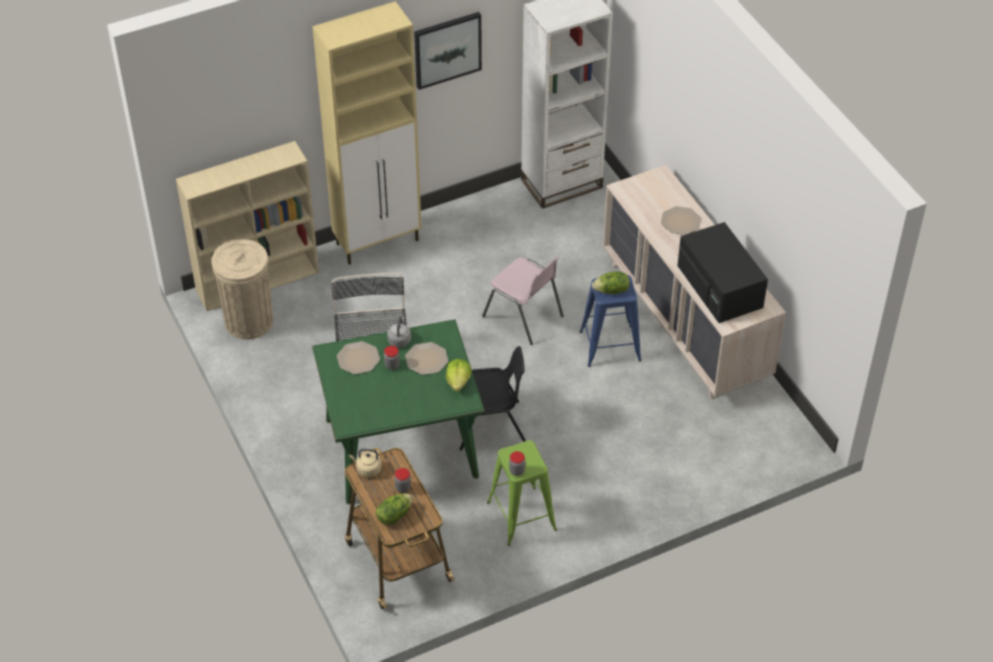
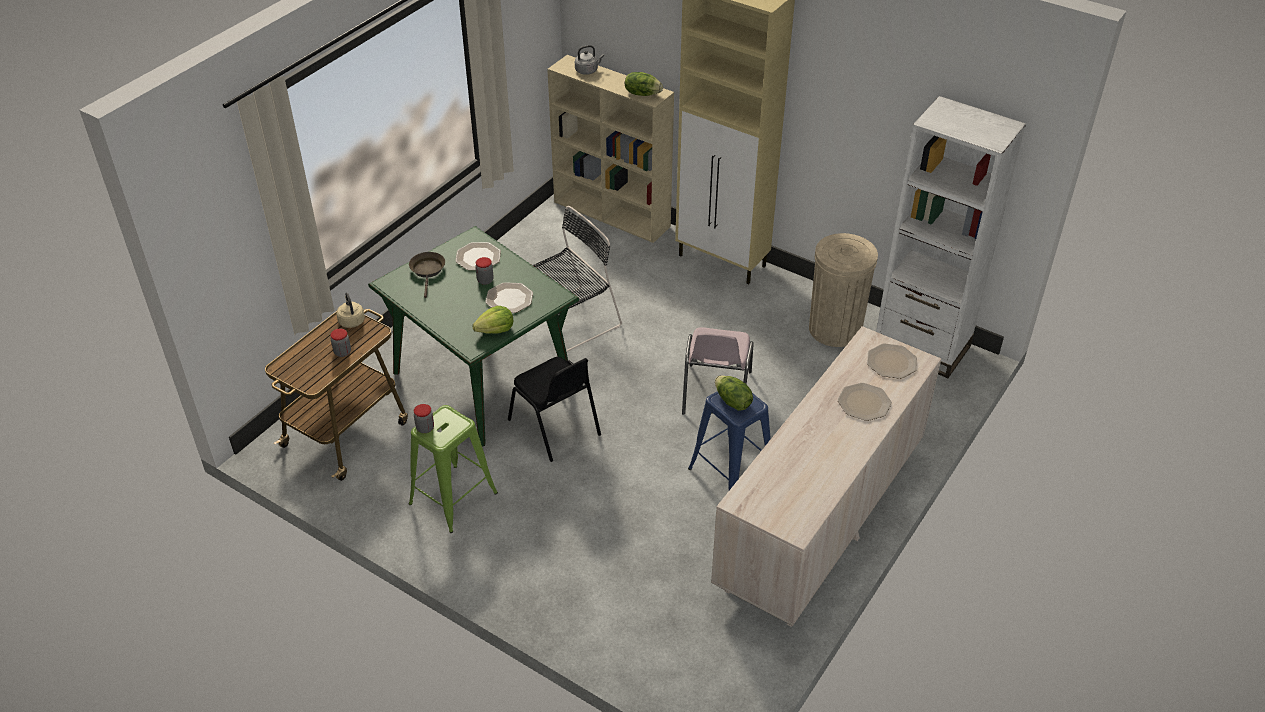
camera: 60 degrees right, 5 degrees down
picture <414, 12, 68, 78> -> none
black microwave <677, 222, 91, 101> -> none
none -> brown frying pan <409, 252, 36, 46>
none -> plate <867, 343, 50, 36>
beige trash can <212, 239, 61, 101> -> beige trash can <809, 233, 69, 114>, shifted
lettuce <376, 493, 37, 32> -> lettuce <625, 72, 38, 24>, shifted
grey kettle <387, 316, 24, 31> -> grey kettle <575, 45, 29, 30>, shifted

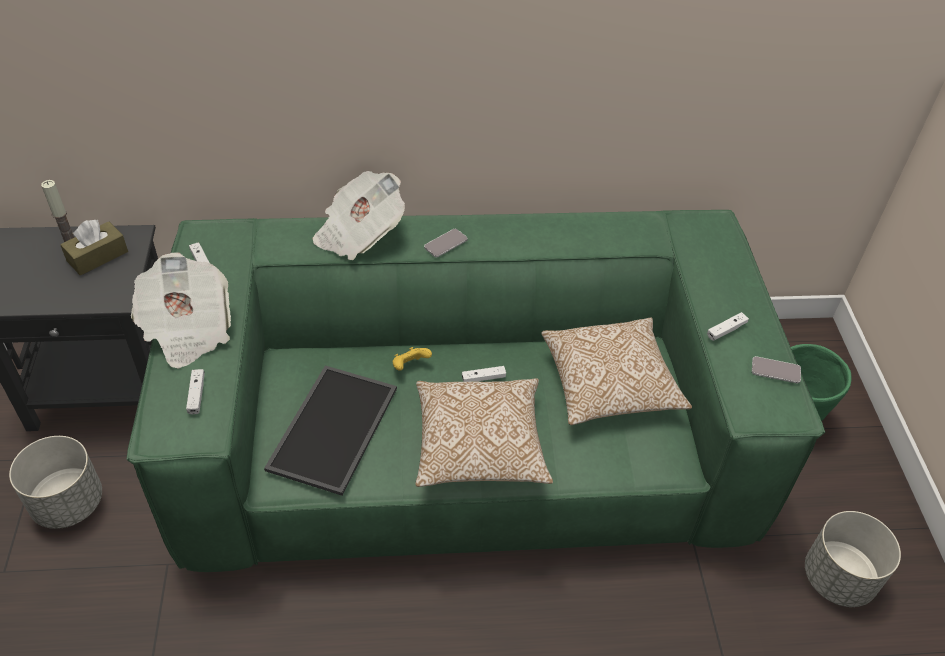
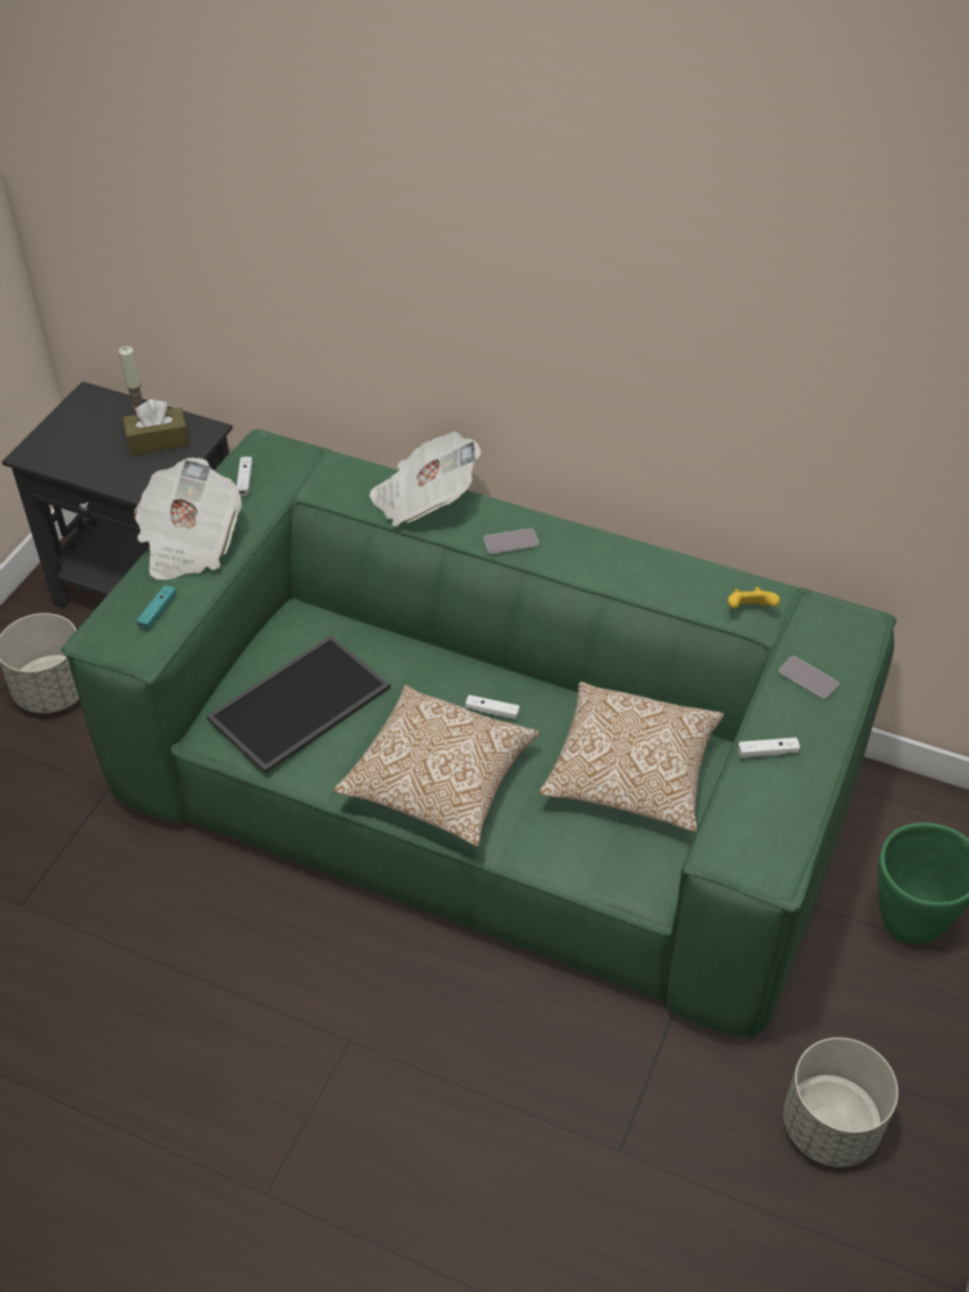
camera: 30 degrees right, 0 degrees up
yellow game controller <393, 347, 39, 24> -> yellow game controller <728, 587, 52, 21>, shifted
phone <752, 356, 49, 28> -> phone <779, 656, 60, 43>, shifted
white game controller <186, 369, 19, 45> -> turquoise game controller <136, 585, 40, 45>

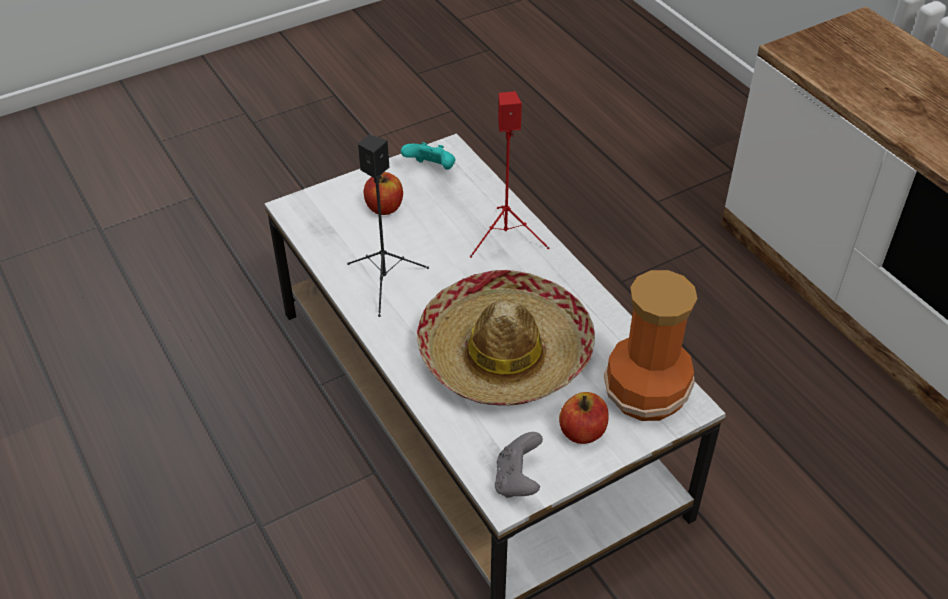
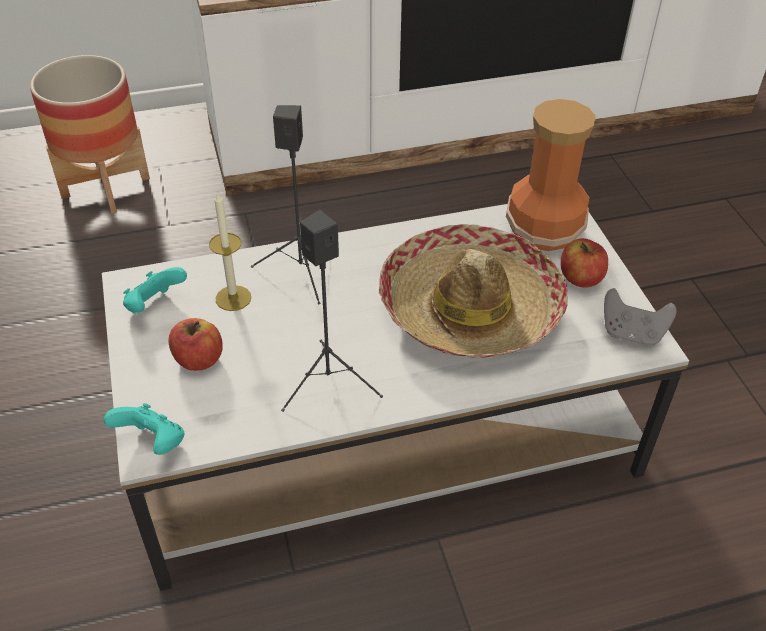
camera: 75 degrees left, 0 degrees up
none -> planter <30, 55, 120, 158>
none -> turquoise game controller <104, 403, 81, 52>
none -> candle <209, 192, 42, 119>
red speaker <470, 91, 79, 167> -> black speaker <251, 105, 70, 199>

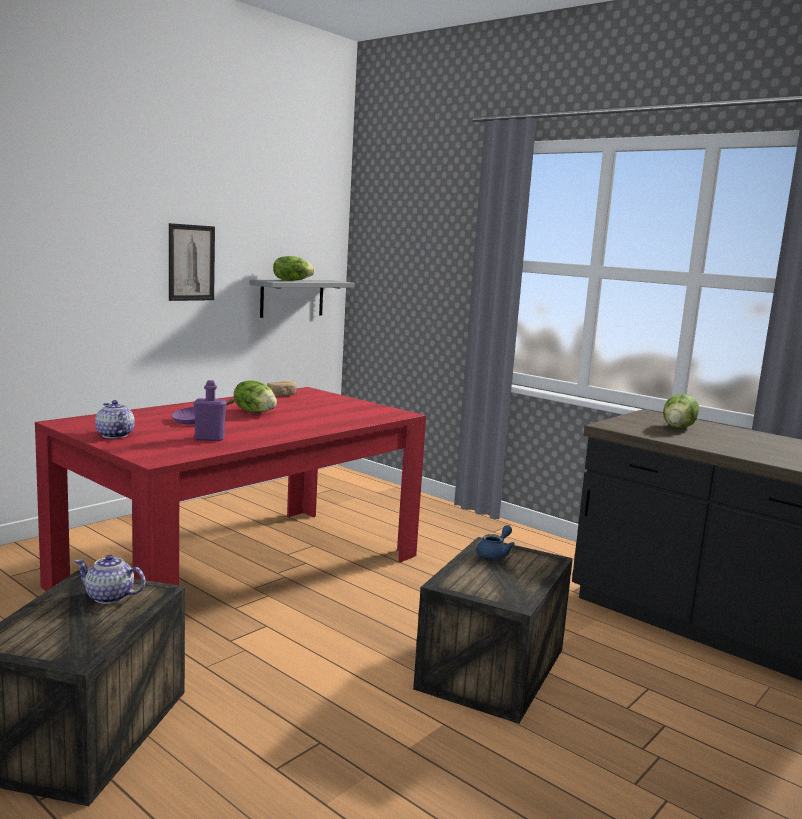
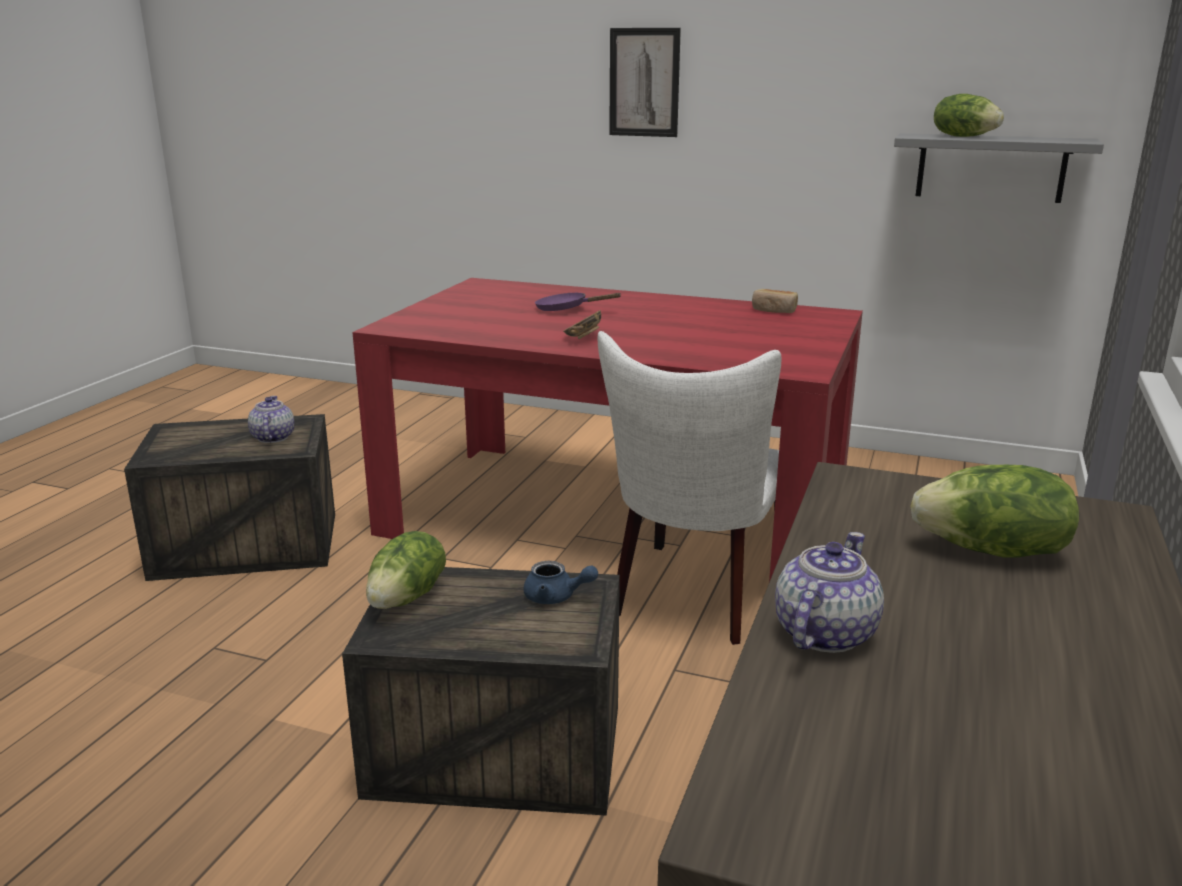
camera: 70 degrees right, 10 degrees up
purple bottle <194, 380, 33, 61> -> none
none -> bowl <563, 310, 38, 29>
none -> white chair <598, 331, 183, 314>
teapot <95, 400, 40, 38> -> teapot <775, 532, 109, 121>, shifted
picture <169, 223, 46, 78> -> picture <609, 28, 72, 109>, shifted
lettuce <234, 380, 43, 33> -> lettuce <366, 531, 80, 78>, shifted

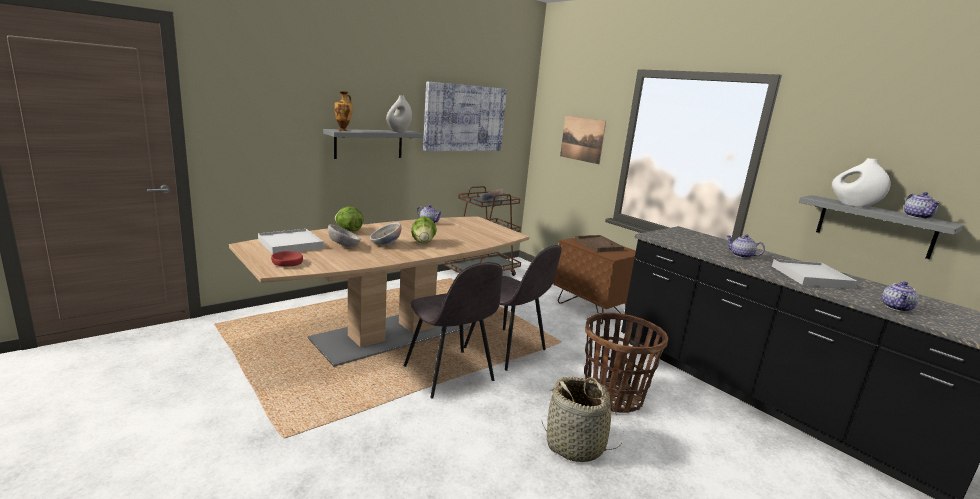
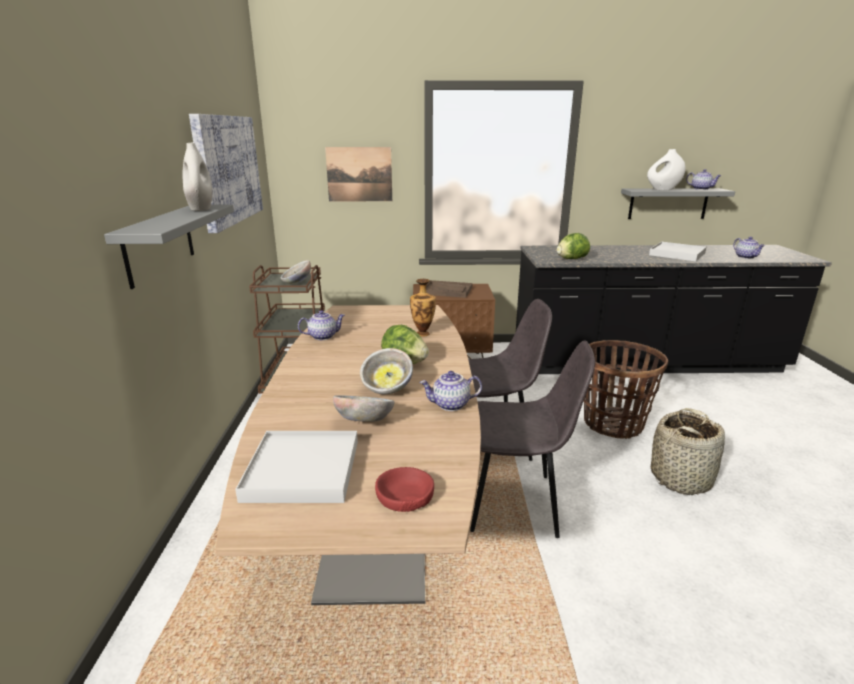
camera: 50 degrees left, 5 degrees up
vase <334, 91, 19, 40> -> vase <410, 279, 26, 58>, shifted
lettuce <335, 206, 28, 26> -> lettuce <557, 233, 33, 26>, shifted
teapot <727, 234, 38, 24> -> teapot <420, 371, 62, 40>, shifted

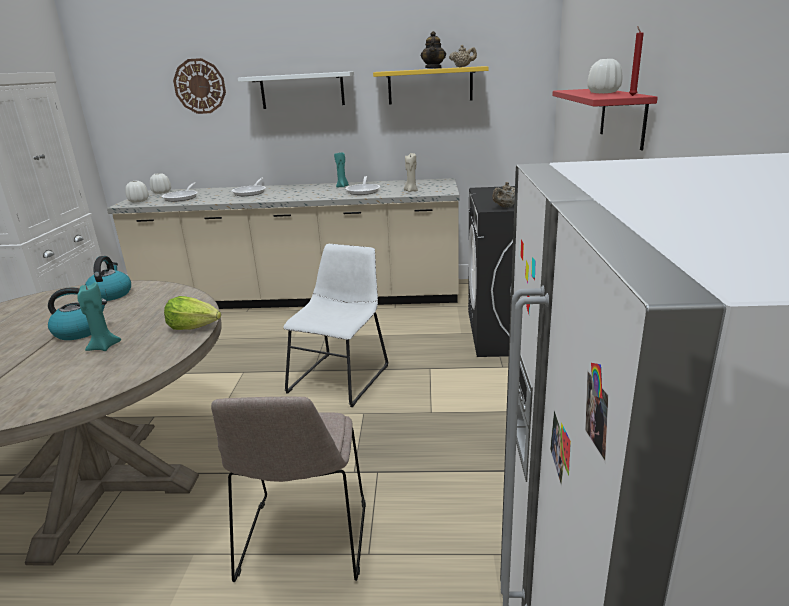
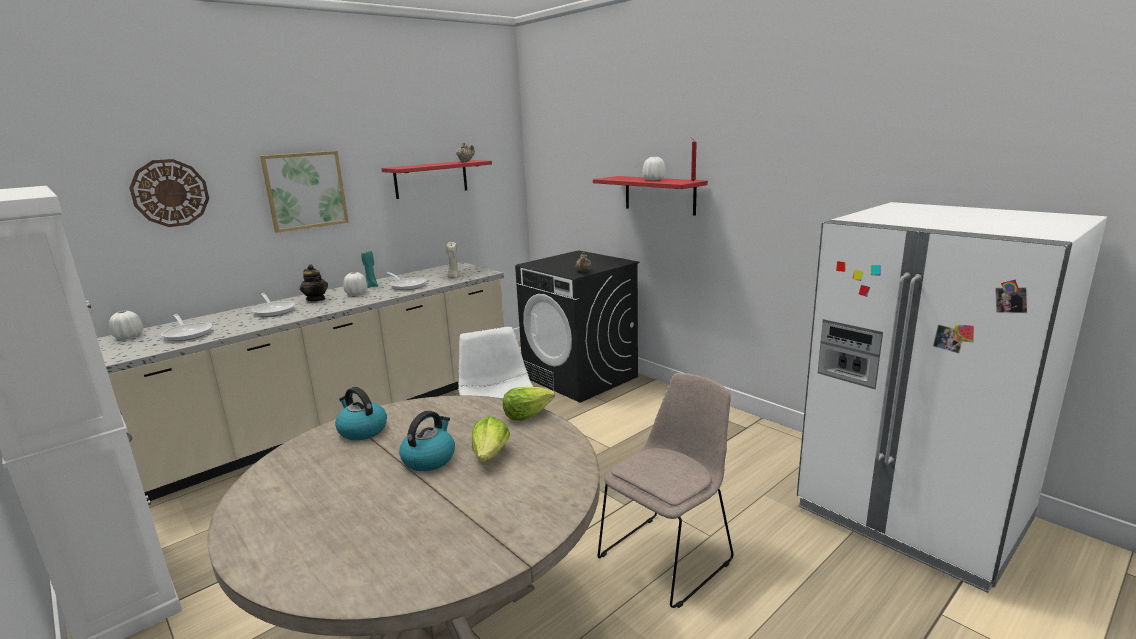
camera: 45 degrees left, 5 degrees down
white vase <125, 181, 24, 22> -> white vase <343, 272, 25, 23>, shifted
teapot <421, 31, 25, 37> -> teapot <300, 265, 28, 36>, shifted
turquoise candle <77, 282, 44, 69> -> lettuce <472, 416, 38, 46>
white shelf <238, 71, 116, 38> -> picture <260, 151, 89, 82>
yellow shelf <373, 66, 116, 39> -> red shelf <381, 160, 111, 39>
beige chair <211, 397, 155, 185> -> beige chair <598, 373, 136, 235>, 90 degrees counterclockwise

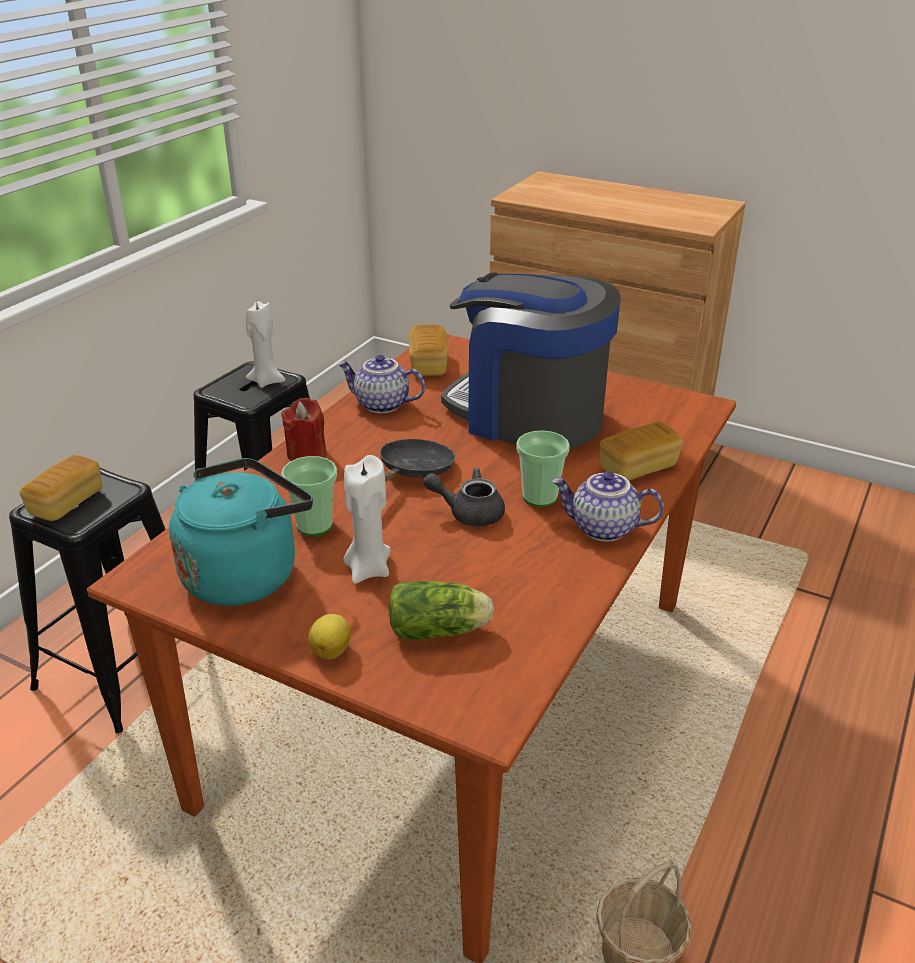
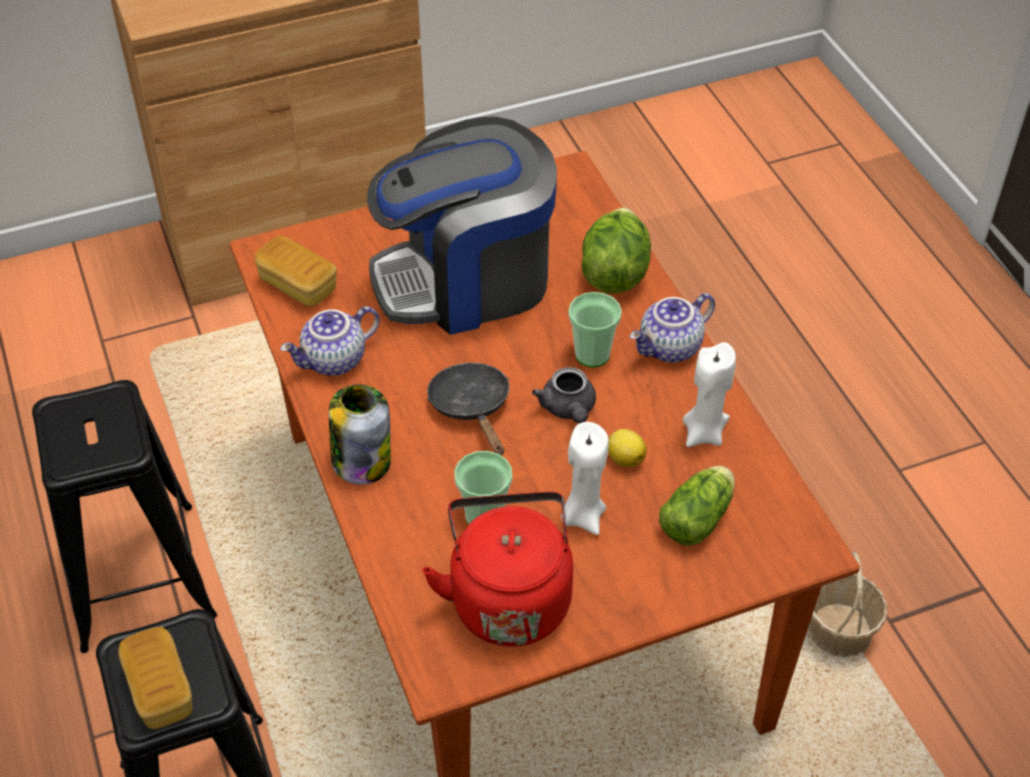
camera: 50 degrees left, 15 degrees up
white candle <245, 301, 41, 87> -> white candle <683, 342, 53, 105>, shifted
lemon <308, 614, 43, 45> -> lemon <608, 429, 39, 38>, shifted
red candle <281, 398, 45, 63> -> jar <329, 384, 62, 101>
bread <600, 422, 83, 59> -> lettuce <581, 207, 70, 87>
turquoise kettle <169, 458, 144, 148> -> red kettle <422, 492, 151, 155>
grey teapot <423, 467, 82, 59> -> grey teapot <532, 367, 64, 56>, 60 degrees counterclockwise

